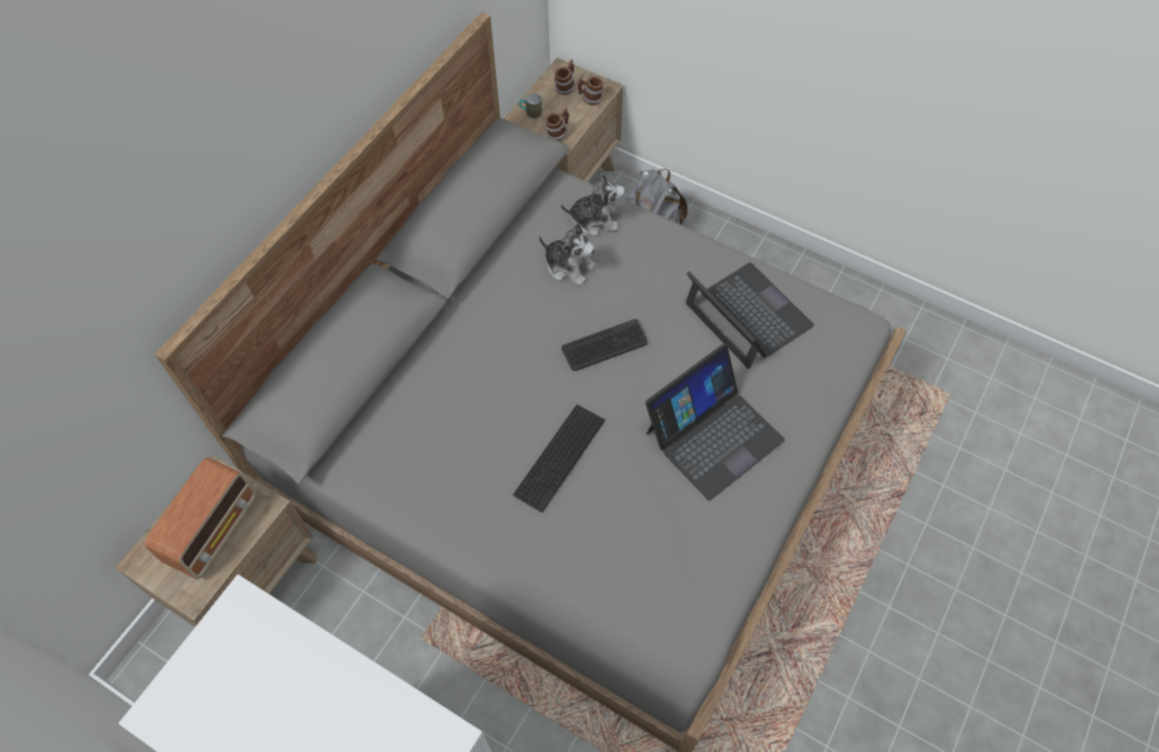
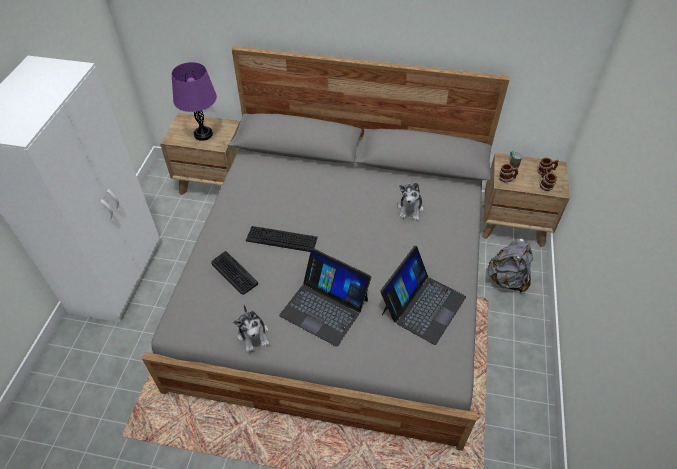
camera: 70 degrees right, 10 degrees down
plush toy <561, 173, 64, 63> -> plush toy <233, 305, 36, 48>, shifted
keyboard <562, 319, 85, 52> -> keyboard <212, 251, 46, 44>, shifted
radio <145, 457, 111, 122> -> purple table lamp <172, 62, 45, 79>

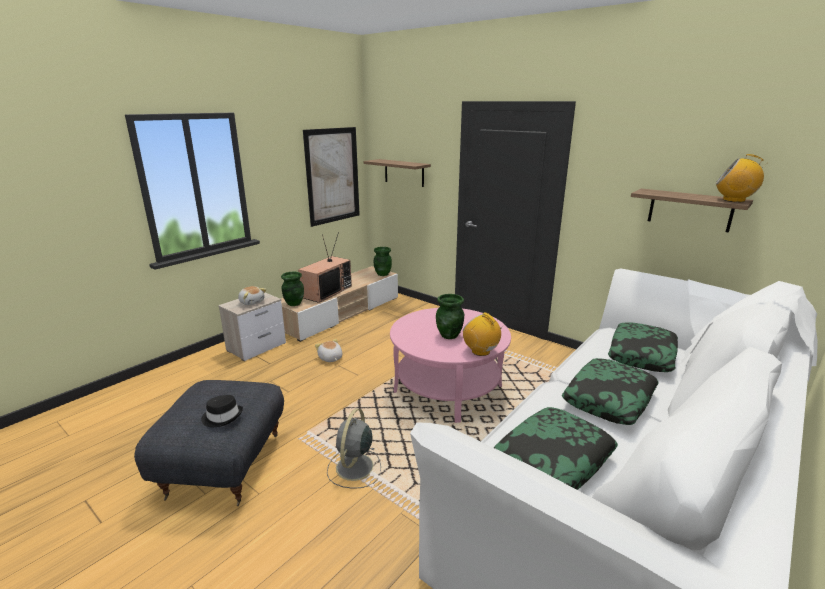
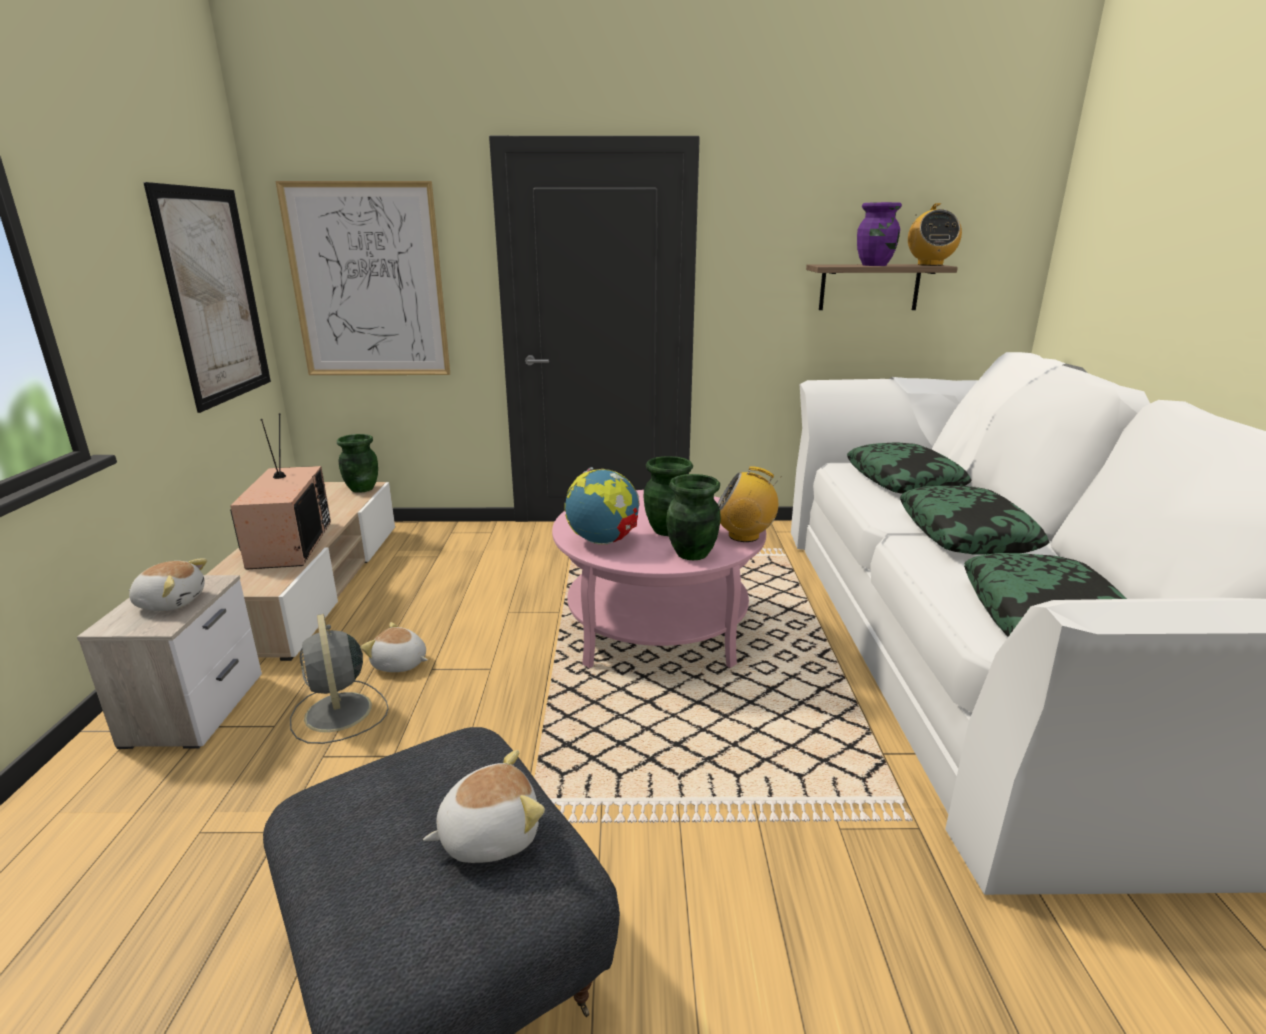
camera: 40 degrees left, 0 degrees up
none -> globe <564, 467, 75, 77>
none -> purple vase <857, 202, 45, 64>
green vase <281, 272, 23, 34> -> green vase <666, 474, 55, 86>, shifted
grey fan <327, 409, 54, 80> -> grey fan <290, 614, 99, 130>, shifted
black hat <201, 395, 42, 32> -> plush toy <423, 750, 122, 113>
shelf <364, 159, 67, 28> -> picture <275, 181, 175, 194>
radio <716, 154, 50, 48> -> radio <908, 203, 54, 63>, 75 degrees counterclockwise

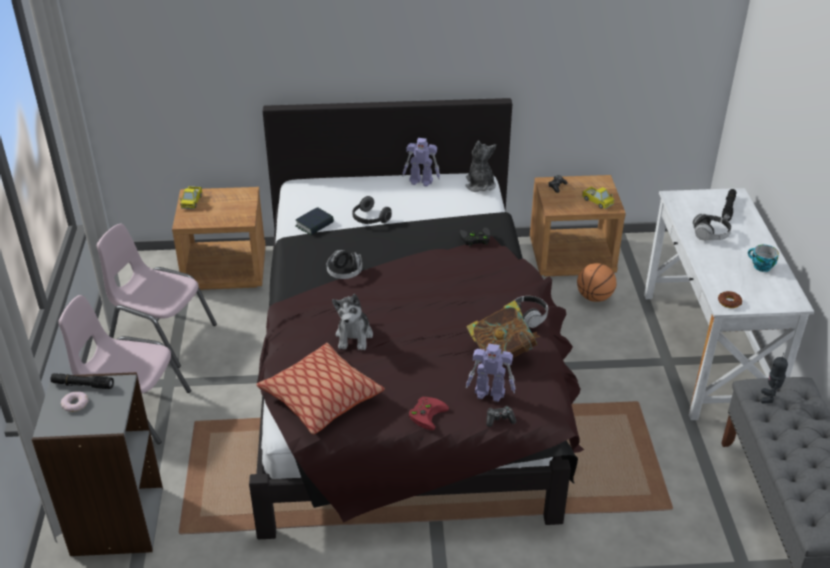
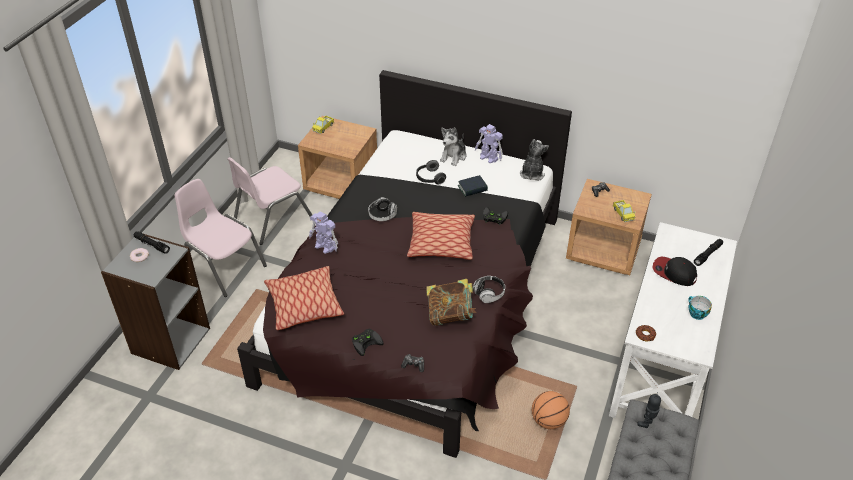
camera: 25 degrees right, 5 degrees up
none -> pillow <407, 212, 68, 48>
book <295, 207, 39, 28> -> book <458, 175, 30, 22>, shifted
plush toy <332, 294, 41, 56> -> plush toy <440, 127, 27, 39>, shifted
toy robot <466, 343, 49, 59> -> toy robot <309, 211, 29, 43>, shifted
basketball <577, 263, 39, 39> -> basketball <532, 391, 38, 38>, shifted
headphones <693, 214, 39, 26> -> cap <652, 256, 45, 30>
red game controller <409, 397, 40, 33> -> black game controller <352, 328, 32, 28>
pink chair <97, 224, 120, 144> -> pink chair <228, 157, 84, 88>, 90 degrees counterclockwise

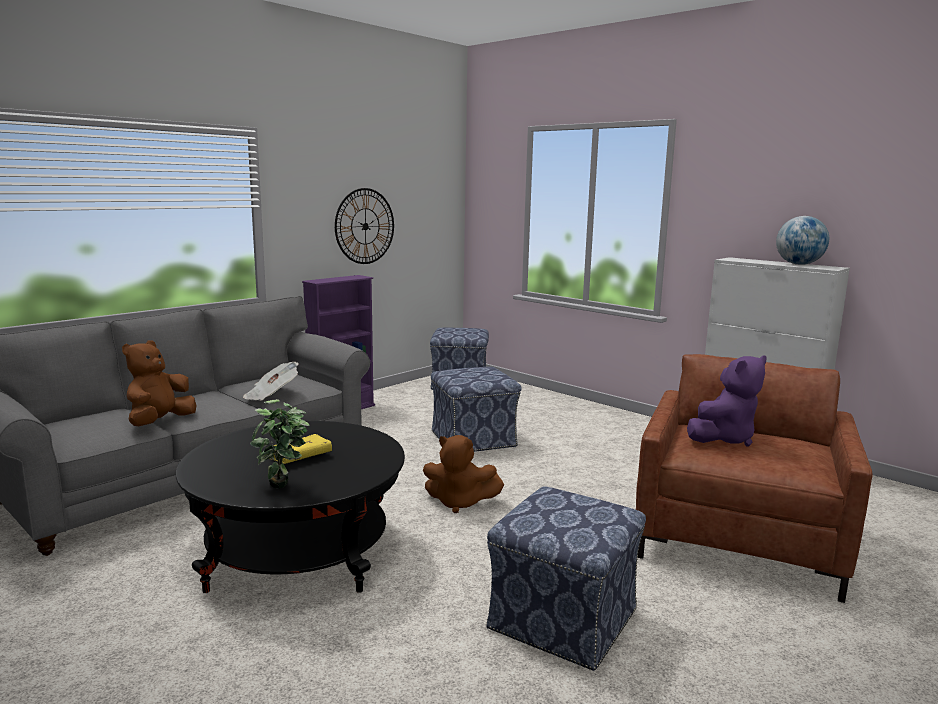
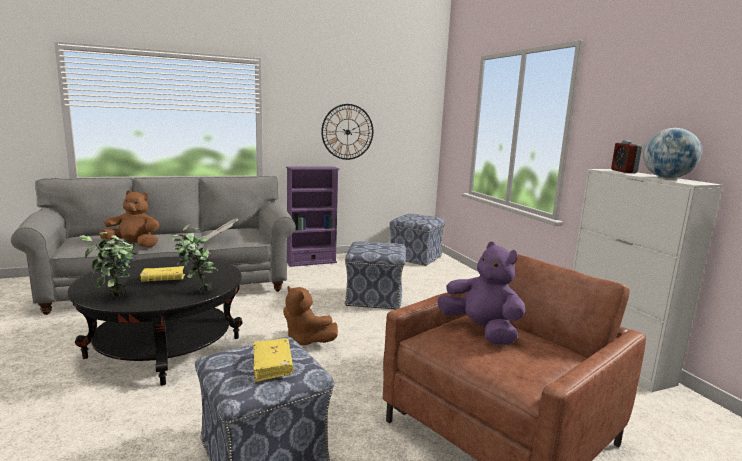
camera: 25 degrees right, 0 degrees up
none -> potted plant <171, 224, 47, 69>
none -> yellow book <253, 338, 40, 45>
none -> alarm clock <611, 140, 31, 33>
brown plush toy <122, 340, 75, 86> -> brown plush toy <99, 190, 61, 57>, 45 degrees clockwise
purple plush toy <687, 356, 80, 91> -> purple plush toy <437, 242, 88, 103>, 120 degrees counterclockwise

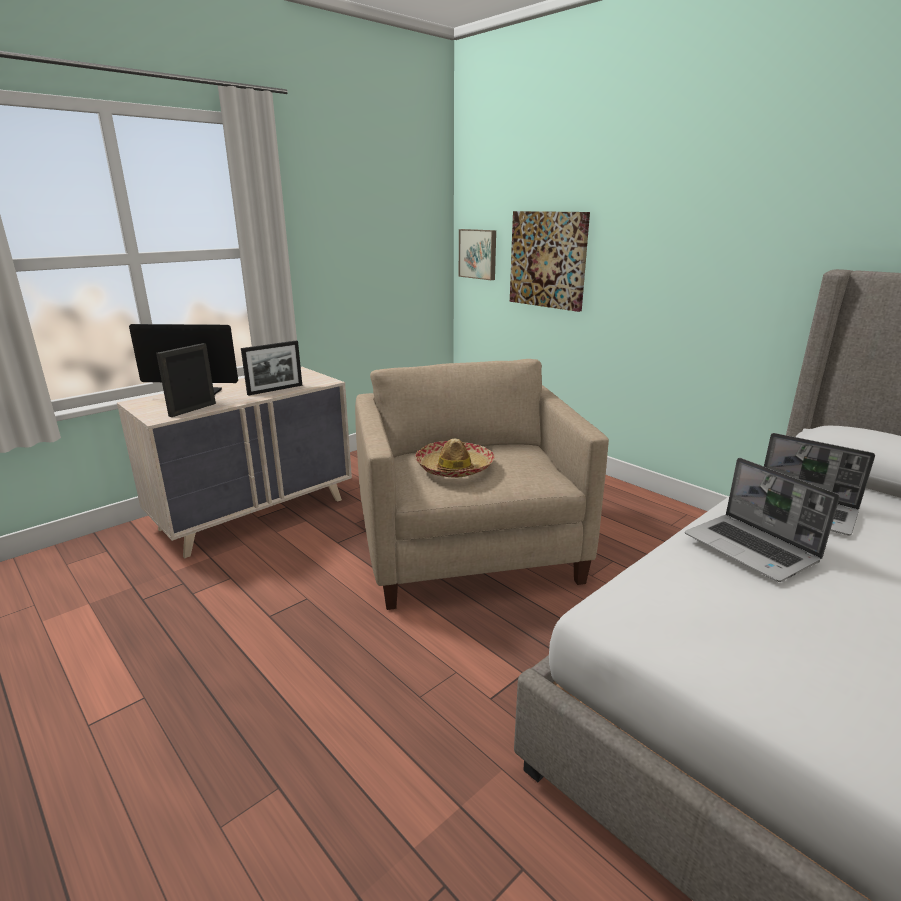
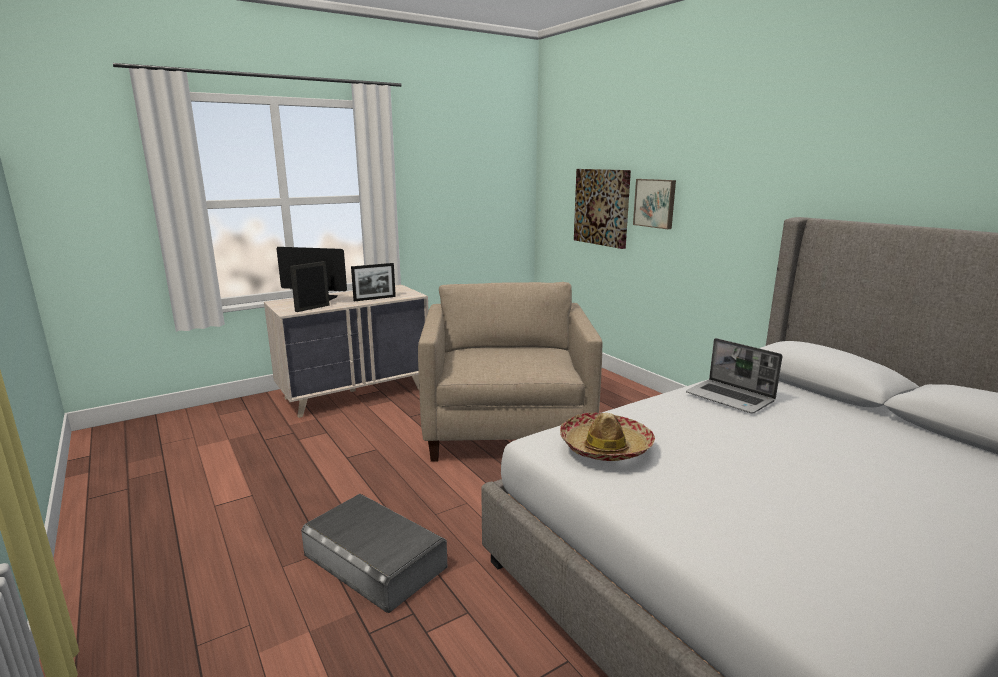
camera: 10 degrees right, 5 degrees down
laptop <685, 458, 155, 124> -> none
none -> grey storage box <301, 494, 146, 119>
hat <415, 439, 80, 39> -> hat <560, 412, 95, 49>, shifted
picture <459, 229, 37, 51> -> picture <633, 179, 43, 50>, shifted

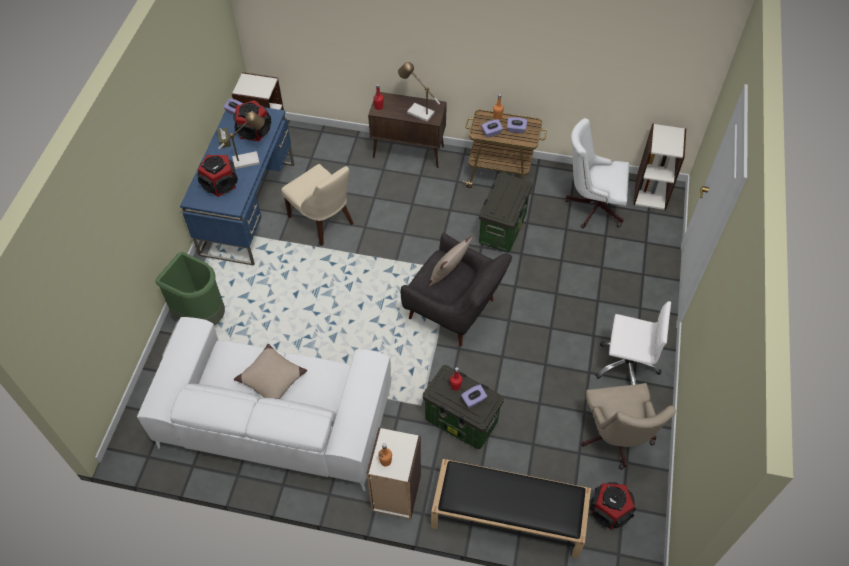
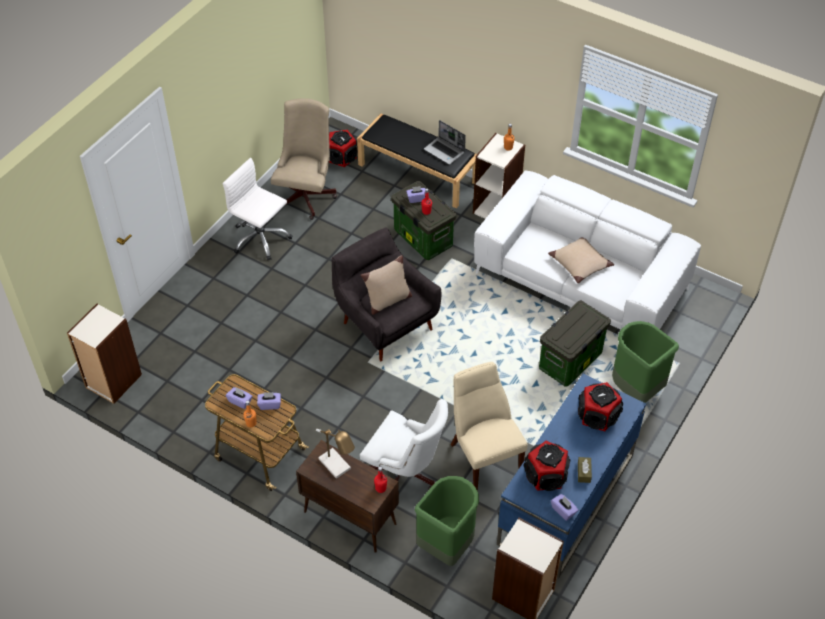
camera: 160 degrees left, 5 degrees down
table lamp <218, 112, 47, 57> -> none
none -> green trash can <415, 476, 64, 90>
none -> laptop <424, 120, 42, 45>
storage box <479, 173, 54, 79> -> storage box <539, 301, 72, 86>, shifted
white office chair <565, 118, 64, 110> -> white office chair <360, 399, 88, 91>, shifted

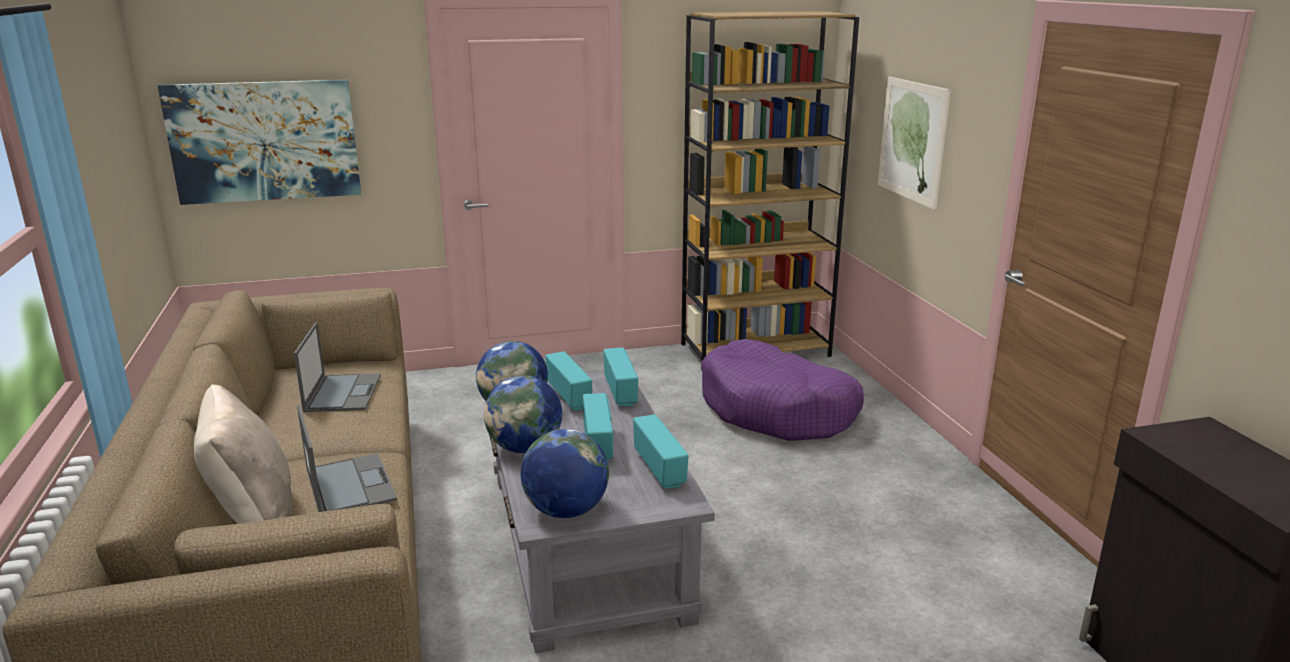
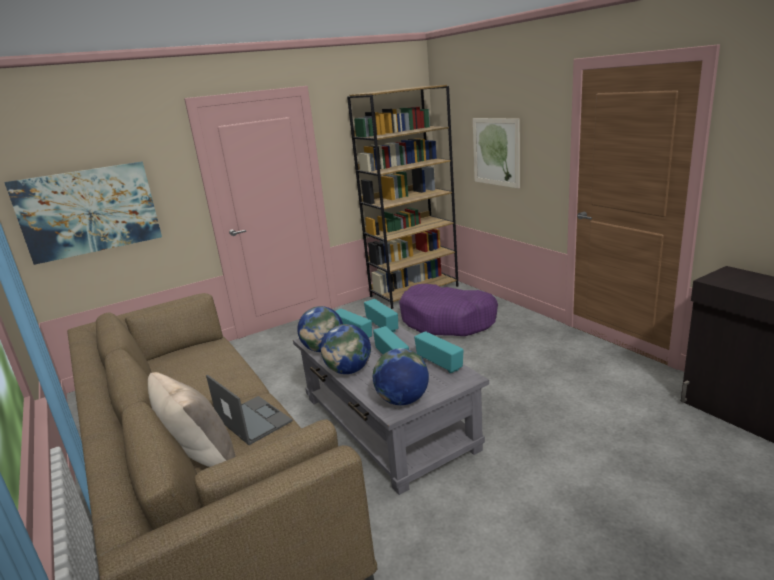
camera: 15 degrees left, 0 degrees up
laptop <294, 322, 87, 90> -> none

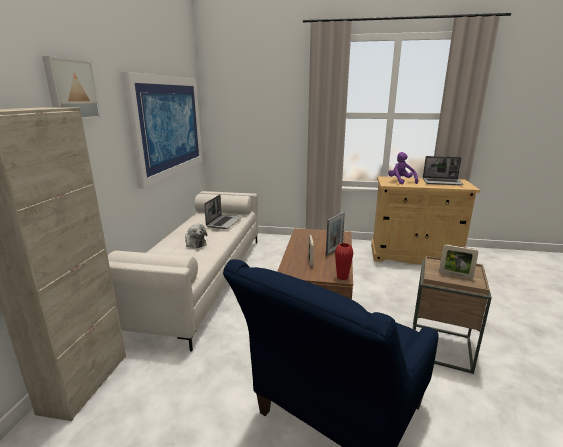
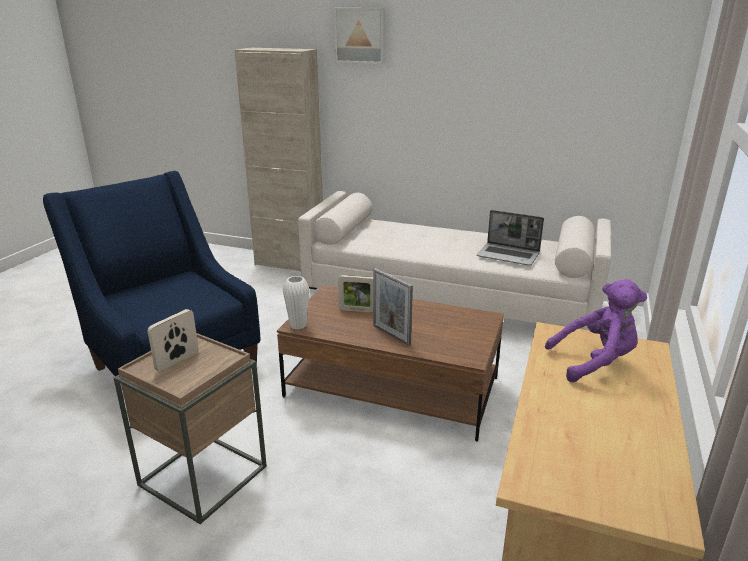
camera: 100 degrees right, 5 degrees up
picture <122, 72, 80, 117> -> none
plush toy <185, 224, 22, 24> -> none
laptop <423, 156, 40, 29> -> none
red vase <335, 243, 19, 37> -> white vase <283, 276, 26, 54>

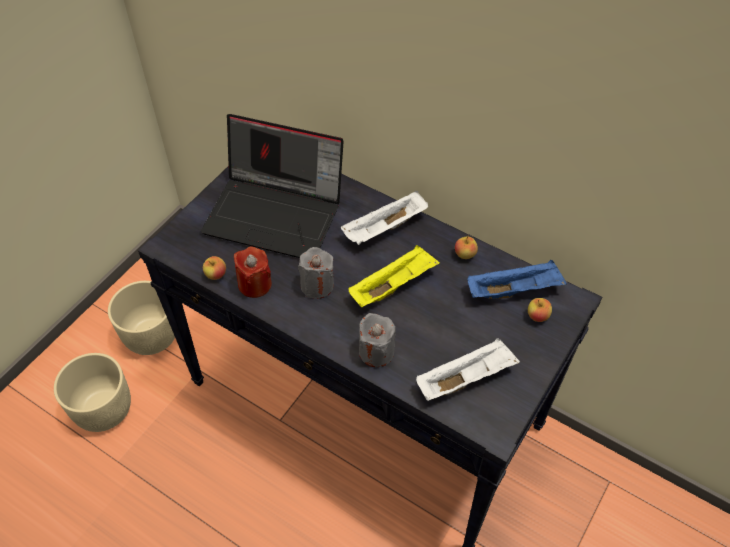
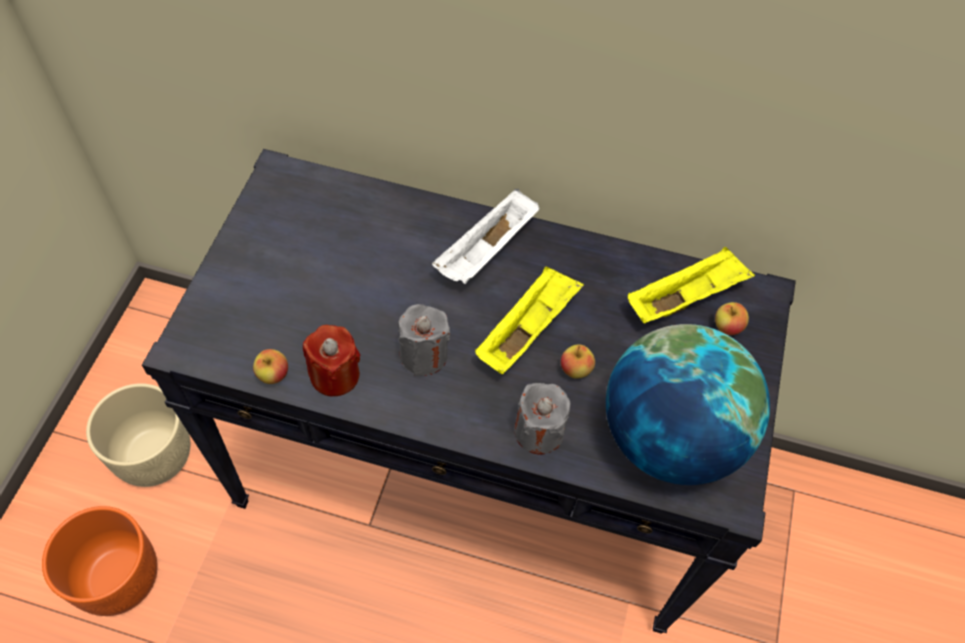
camera: 20 degrees left, 5 degrees up
laptop <201, 114, 143, 144> -> none
apple <455, 236, 23, 23> -> apple <561, 345, 34, 34>, shifted
white tray <416, 338, 104, 63> -> globe <606, 324, 164, 161>
beige planter <54, 353, 77, 79> -> orange planter <42, 506, 116, 110>
blue tray <467, 260, 100, 39> -> yellow tray <628, 247, 127, 76>

